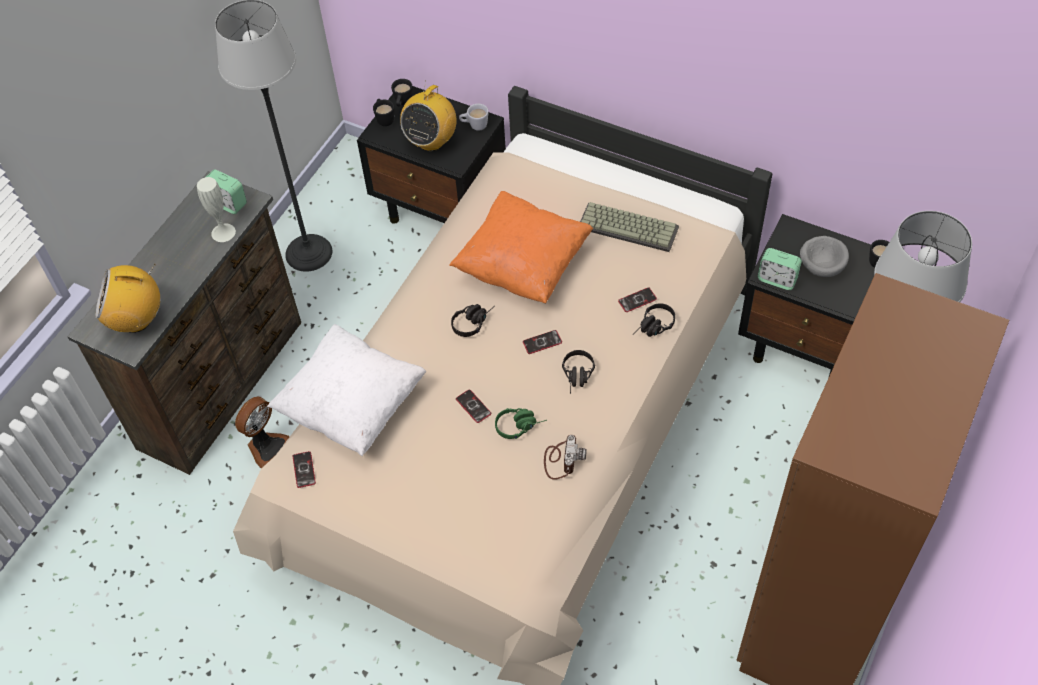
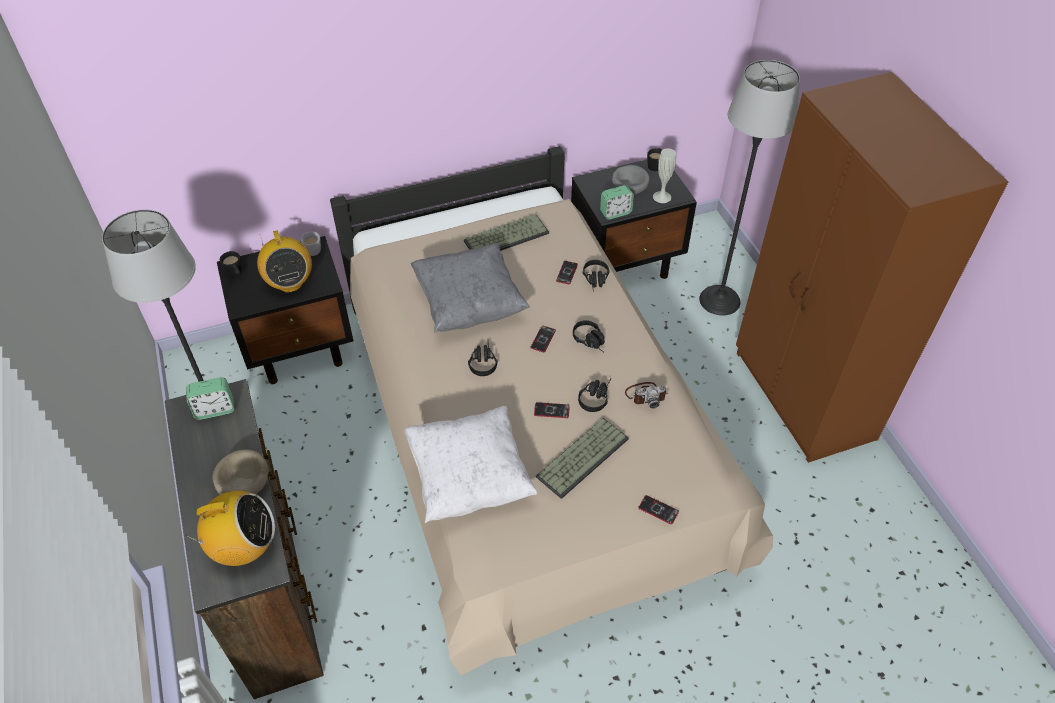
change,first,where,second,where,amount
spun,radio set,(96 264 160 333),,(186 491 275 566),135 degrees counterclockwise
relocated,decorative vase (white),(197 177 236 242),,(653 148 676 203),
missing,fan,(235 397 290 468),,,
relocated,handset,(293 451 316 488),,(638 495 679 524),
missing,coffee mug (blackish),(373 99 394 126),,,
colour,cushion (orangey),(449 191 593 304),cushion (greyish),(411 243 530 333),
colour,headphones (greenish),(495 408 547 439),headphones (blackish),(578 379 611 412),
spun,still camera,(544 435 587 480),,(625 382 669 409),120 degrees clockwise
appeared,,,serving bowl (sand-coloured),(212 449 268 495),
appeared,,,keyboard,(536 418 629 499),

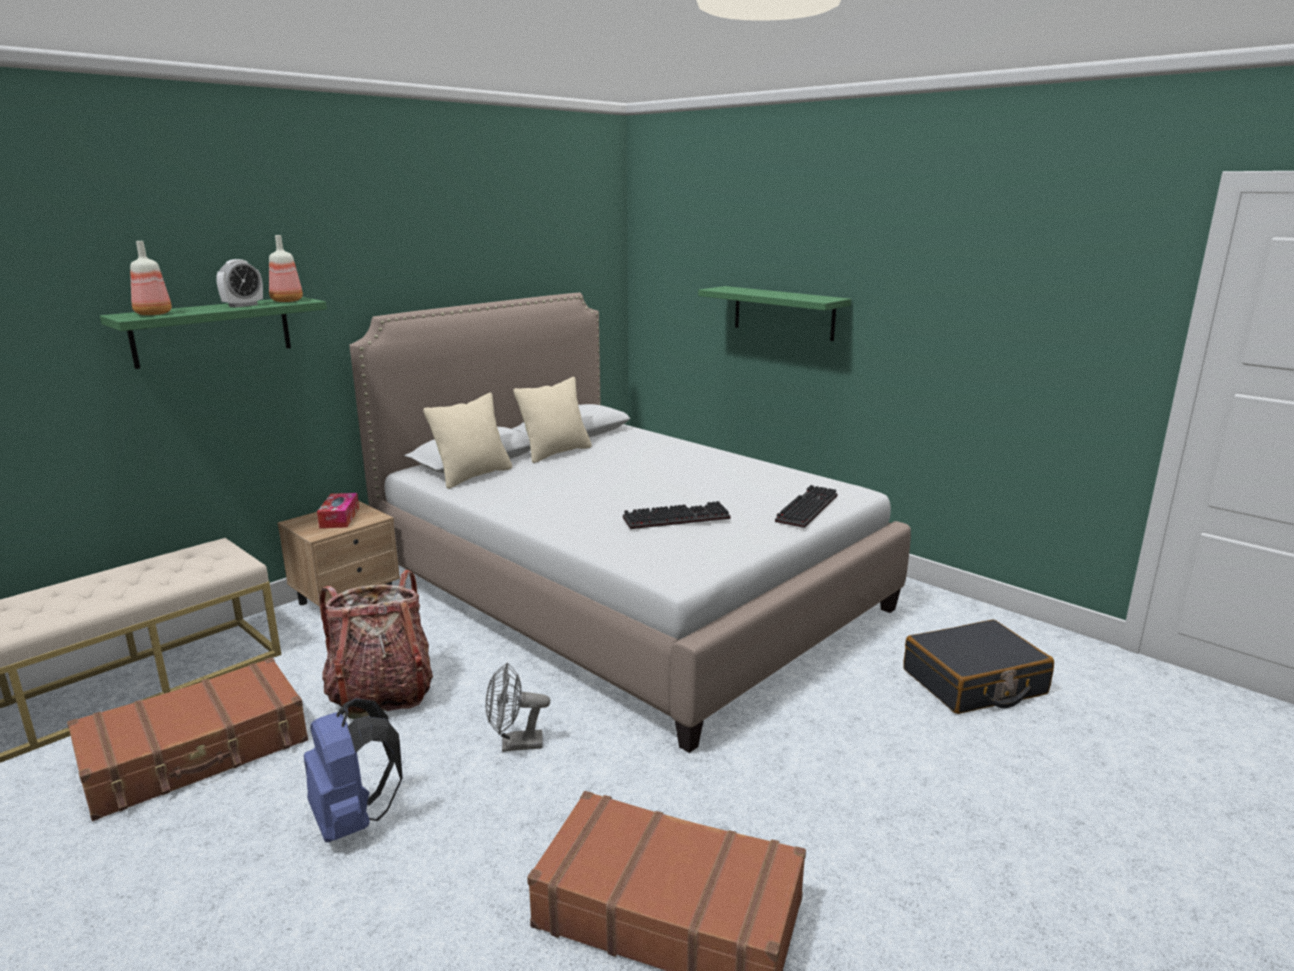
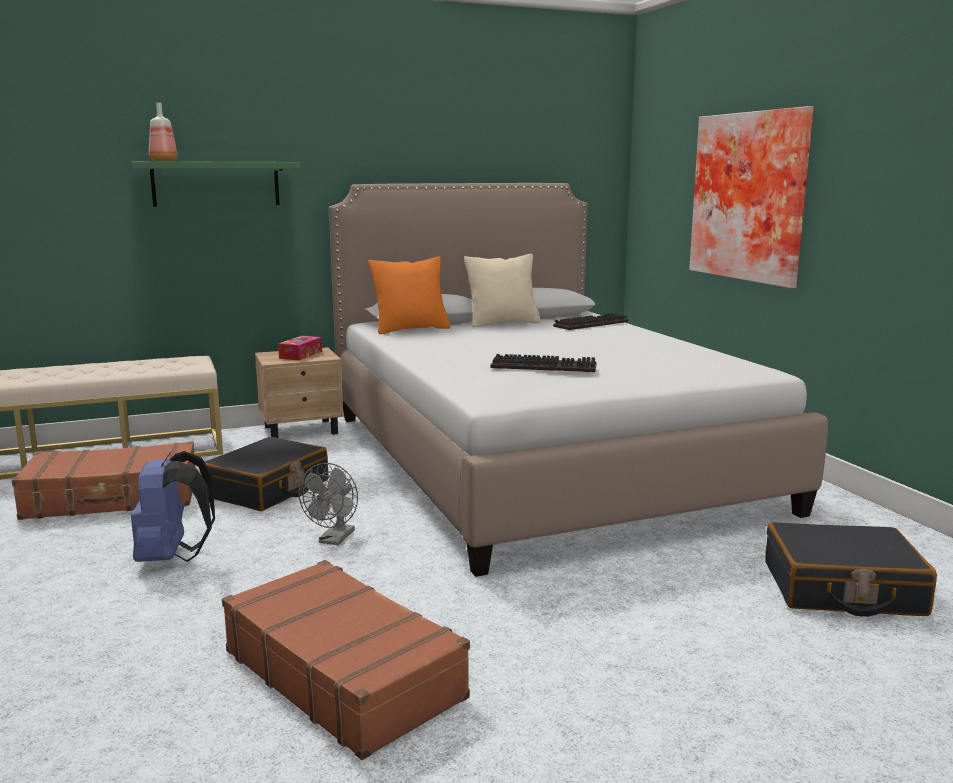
change,first,where,second,where,amount
missing,alarm clock,(216 259 263 308),,,
missing,beverage bottle,(269 235 303 302),,,
exchanged,backpack,(319 570 433 719),suitcase (blackish),(200 437 328 511),
colour,cushion (sand-coloured),(423 393 512 489),cushion (orangey),(368 256 450 334),
spun,fan (greyish),(485 662 550 752),,(299 463 358 545),90 degrees counterclockwise
exchanged,shelf (greenish),(698 286 851 341),wall picture,(689 106 814 288),
relocated,keyboard,(775 485 838 528),,(553 313 628 330),

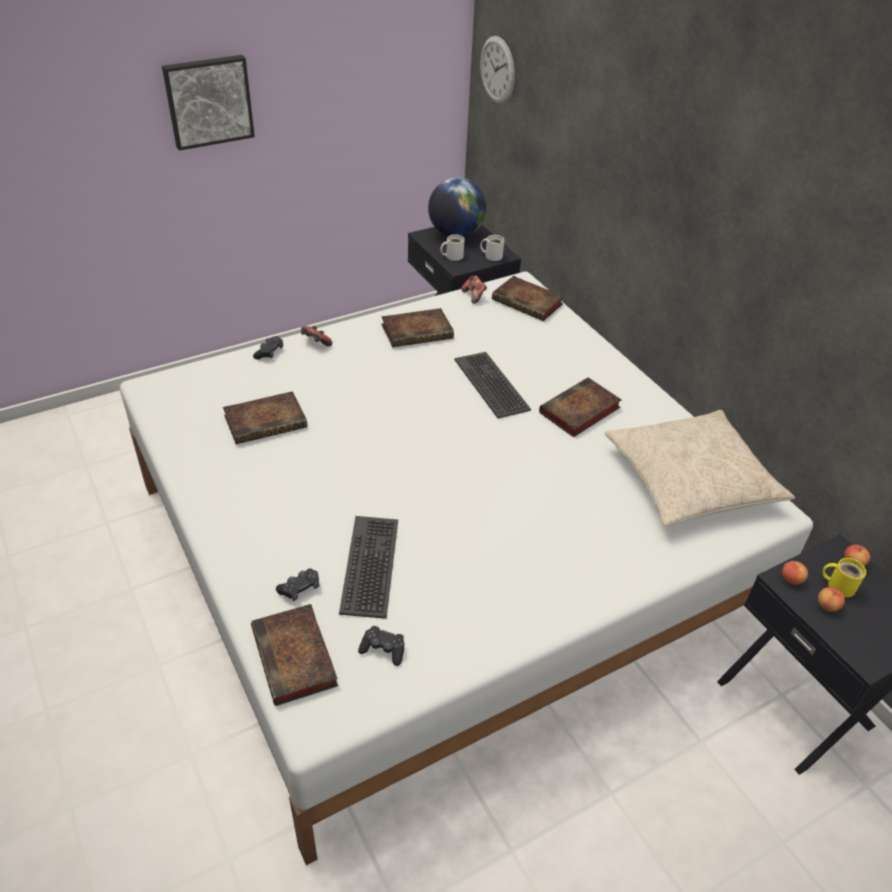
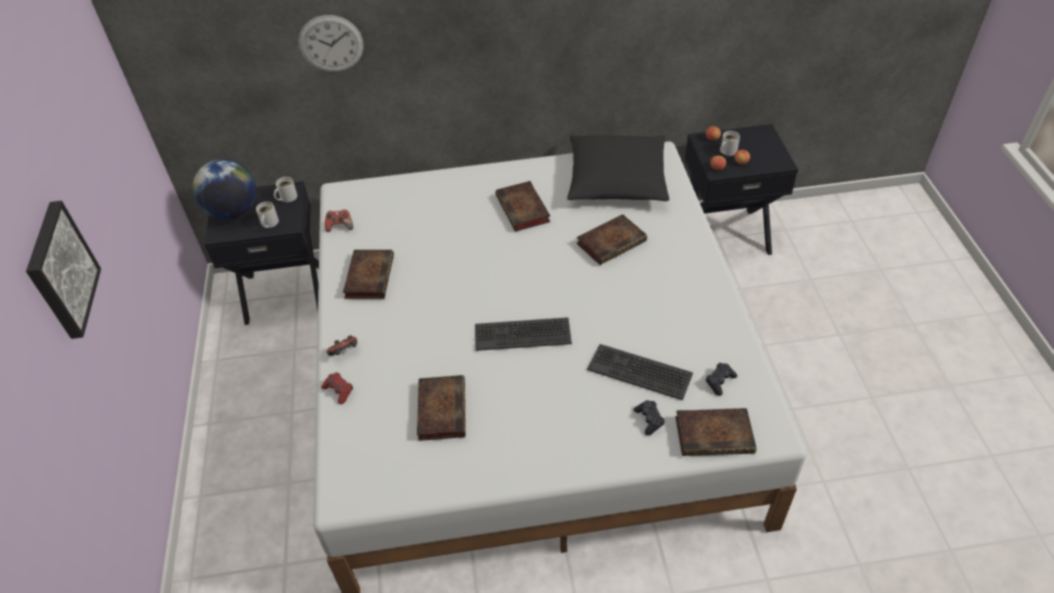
change,first,where,second,where,amount
colour,joypad (blackish),(253 336 283 359),joypad (reddish),(321 372 353 404),
relocated,keyboard,(454 352 531 419),,(475 317 572 351),
relocated,clock on the wall,(480 36 515 104),,(298 15 364 72),
relocated,book,(492 276 564 321),,(576 214 647 265),
colour,cushion (sand-coloured),(605 410 795 526),cushion (blackish),(567 135 669 201),
colour,coffee mug (yellow),(822 558 866 598),coffee mug (white),(720 131 740 156),

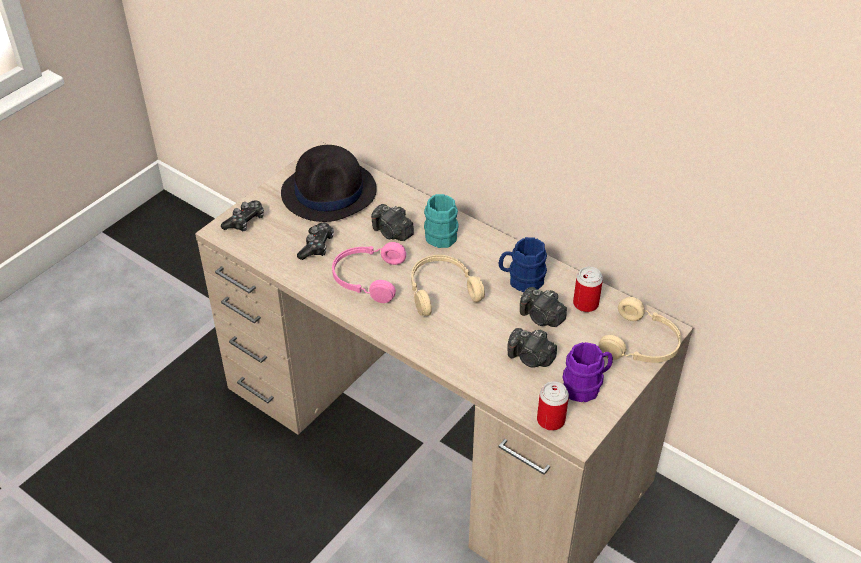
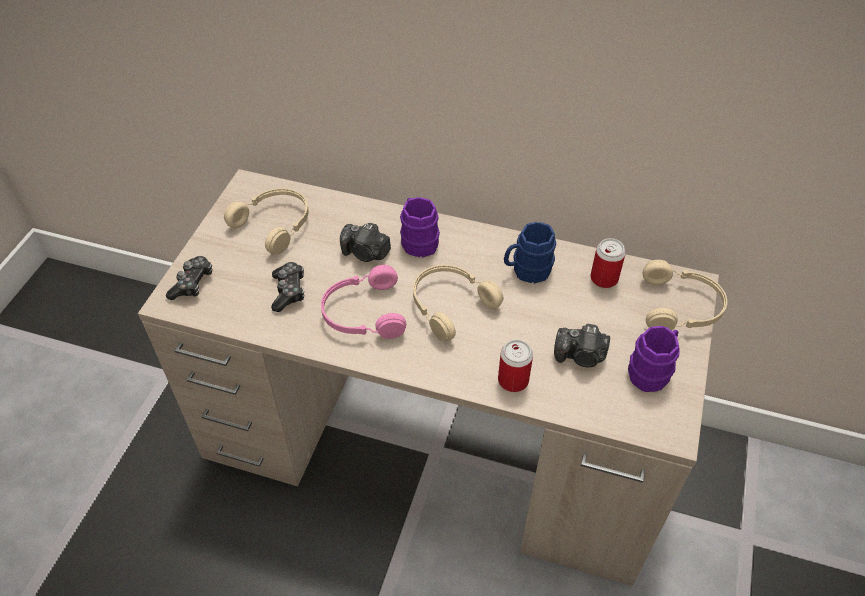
change,first,where,second,where,amount
exchanged,hat (blackish),(281 145 377 222),headphones (sand-coloured),(224 188 309 254),
colour,coffee mug (turquoise),(424 194 459 248),coffee mug (purple),(400 197 440 257),
missing,still camera,(520 287 567 327),,,
relocated,can,(537 381 569 431),,(498 339 533 392),

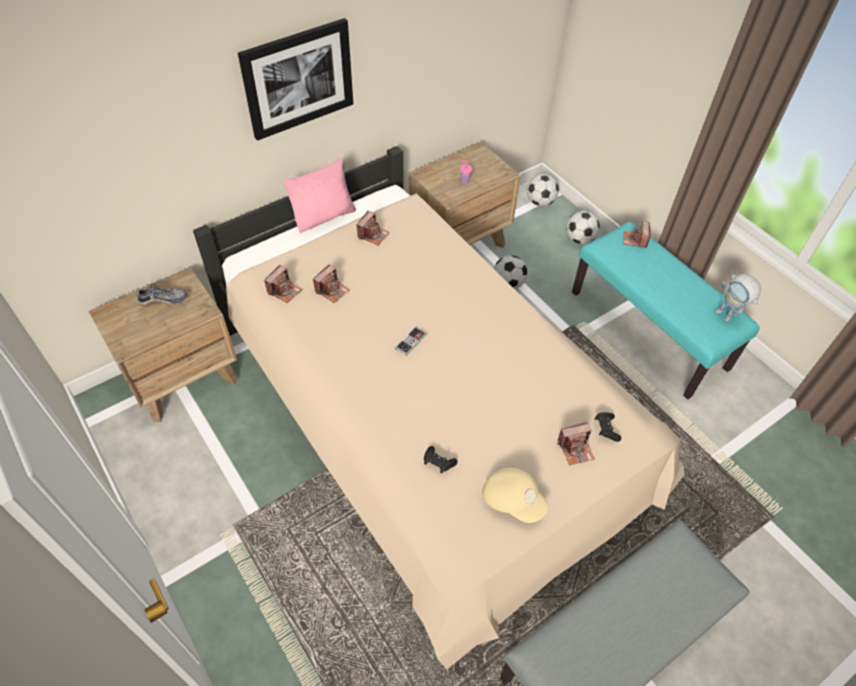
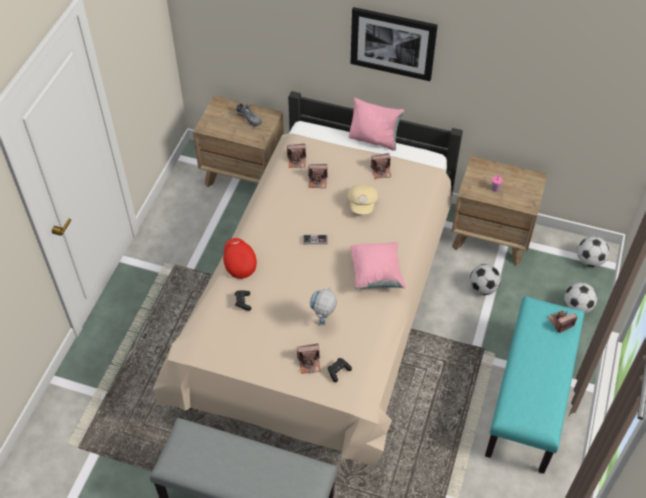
change,first,where,second,where,amount
relocated,peaked cap (sand-coloured),(482 468 548 523),,(347 184 378 214),
spun,still camera,(557 421 595 465),,(297 343 321 374),45 degrees counterclockwise
relocated,toy robot,(715 274 761 321),,(310 287 337 325),
appeared,,,peaked cap (reddish),(223 238 257 279),
appeared,,,cushion (pink-coloured),(350 242 406 289),

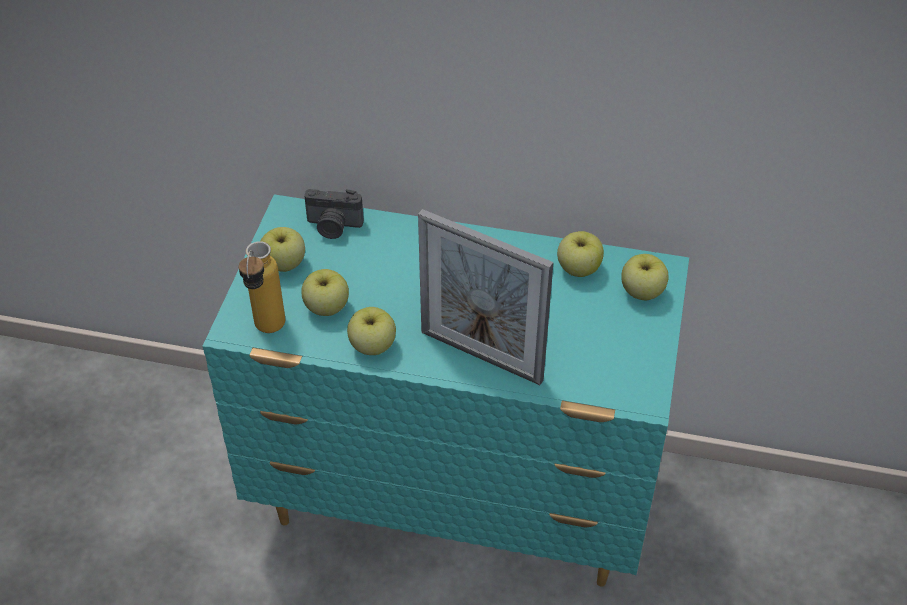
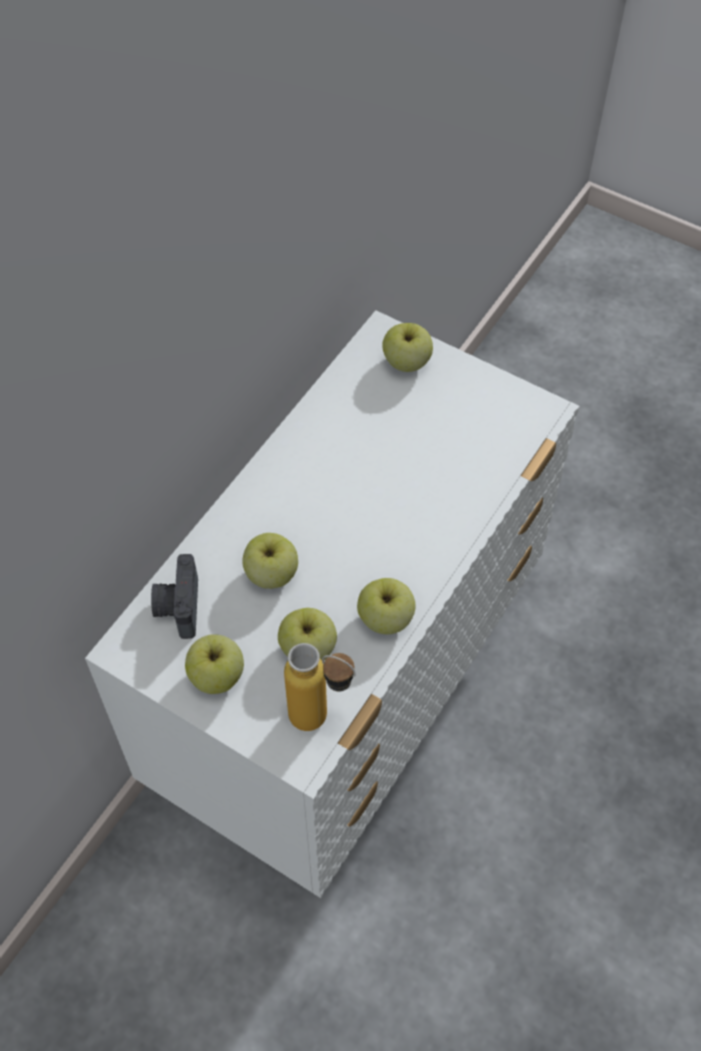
change,first,where,second,where,amount
colour,dresser (turquoise),(203 194 689 587),dresser (white),(85 310 580 898),
spun,still camera,(304 189 364 239),,(151 554 198 639),150 degrees clockwise
missing,picture frame,(418 209 554 385),,,
relocated,apple fruit,(557 231 604 277),,(242 533 298 589),

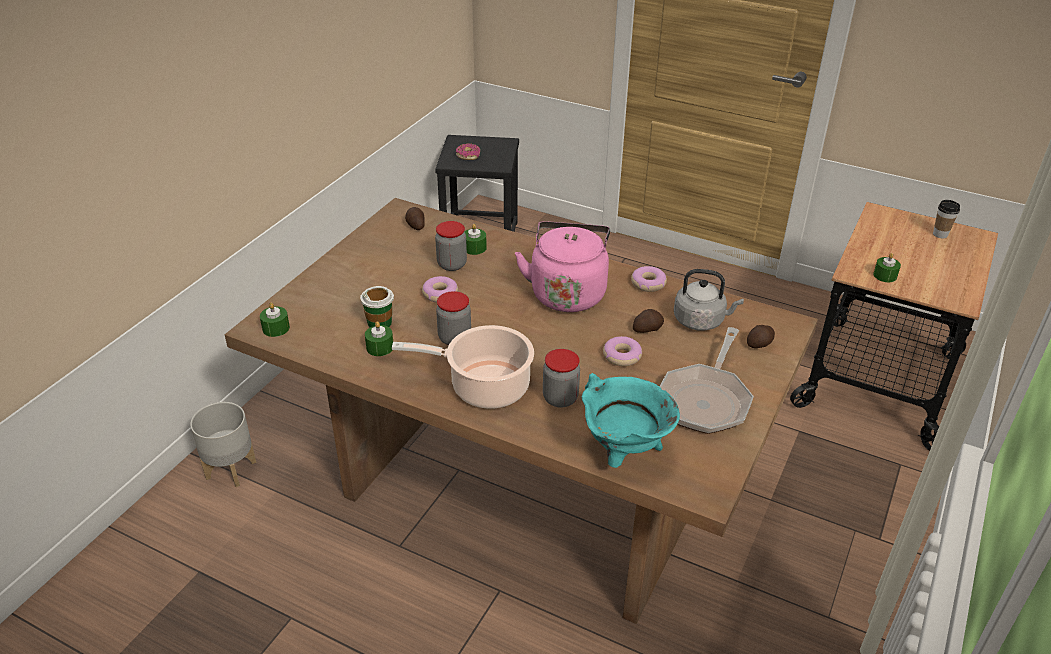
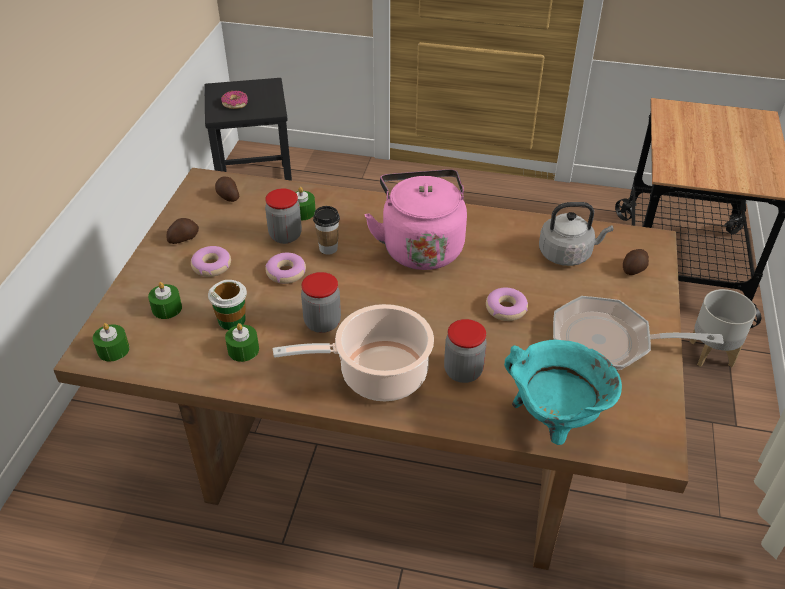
change,first,where,second,where,amount
relocated,plant pot (greyish),(190 402 257 487),,(690 289 756 367),
relocated,doughnut,(631 266 667 292),,(191 246 231 277),
relocated,potato,(633 309 664 333),,(167 218 199 244),
spun,pan,(660 327 754 434),,(553 296 723 371),90 degrees clockwise
relocated,wax candle (greenish),(873 253 901 282),,(148 282 182 319),
relocated,drinking cup,(933 200 960 238),,(313 206 340 255),

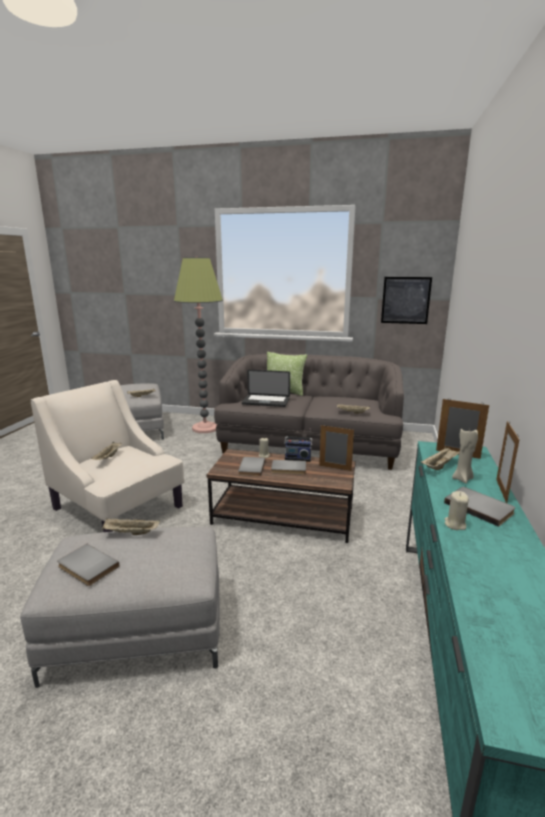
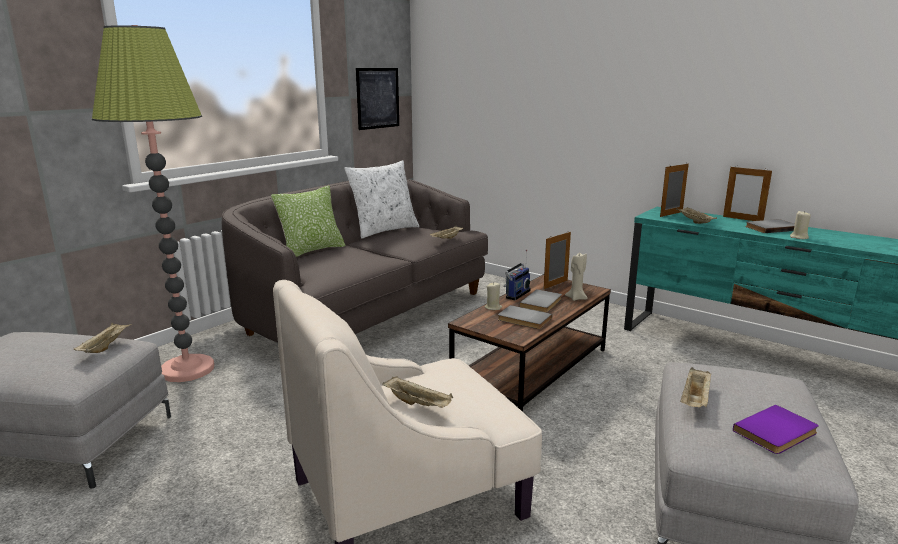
change,first,where,second,where,amount
colour,book (greyish),(57 544 120 586),book (purple),(733 405 819 454),
missing,laptop,(242 370 290 407),,,
relocated,wax candle (sand-coloured),(452 429 478 484),,(565 253 588 301),
appeared,,,cushion (white),(344 160 420 238),

